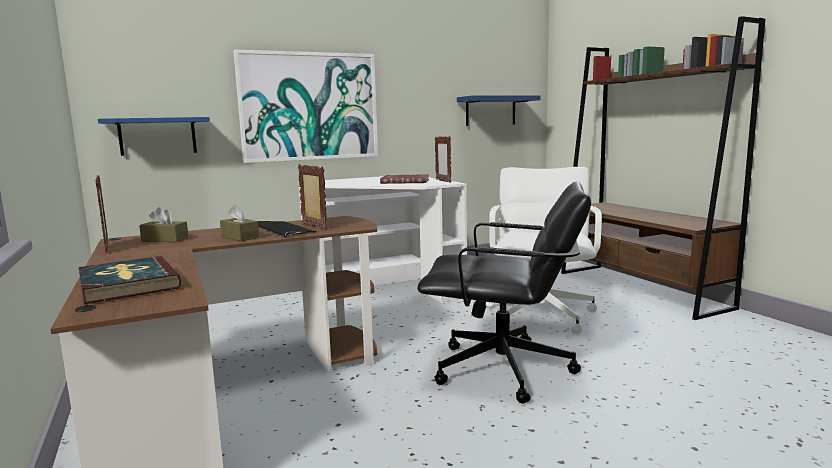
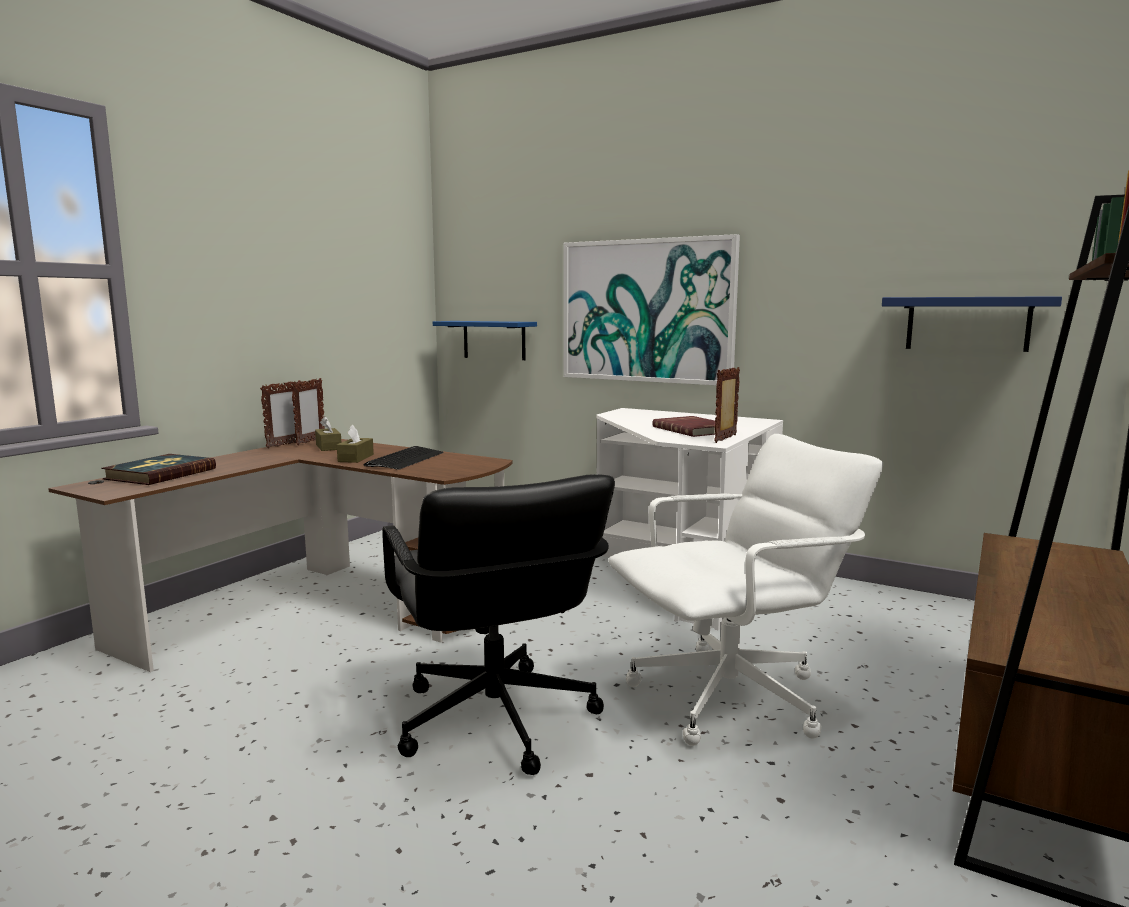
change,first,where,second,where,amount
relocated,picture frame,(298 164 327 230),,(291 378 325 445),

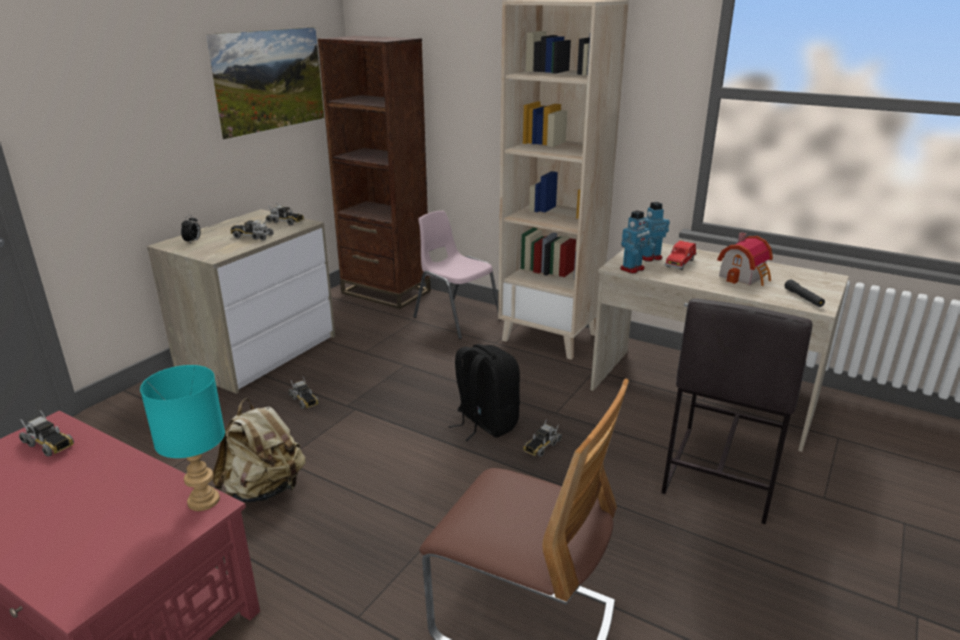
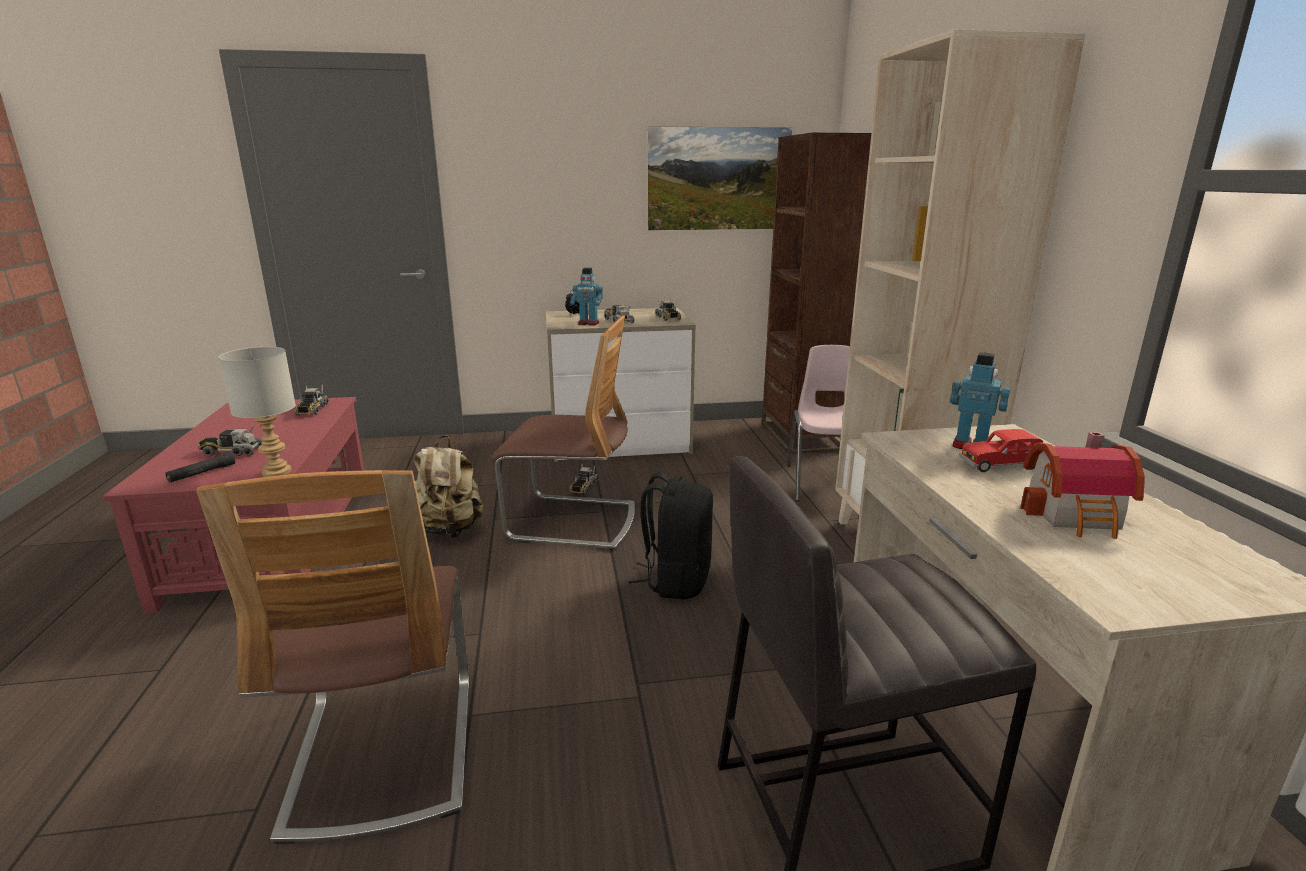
change,first,where,second,where,amount
colour,tabletop lamp (turquoise),(140 365 225 511),tabletop lamp (greyish),(218 347 296 477),
relocated,toy lorry,(523 419 562 457),,(198 426 263 456),
relocated,toy robot,(620 210 656 274),,(570 268 603 325),
relocated,flashlight (blackish),(785 280 825 307),,(165 452 235 483),
appeared,,,chair,(492 315 635 550),

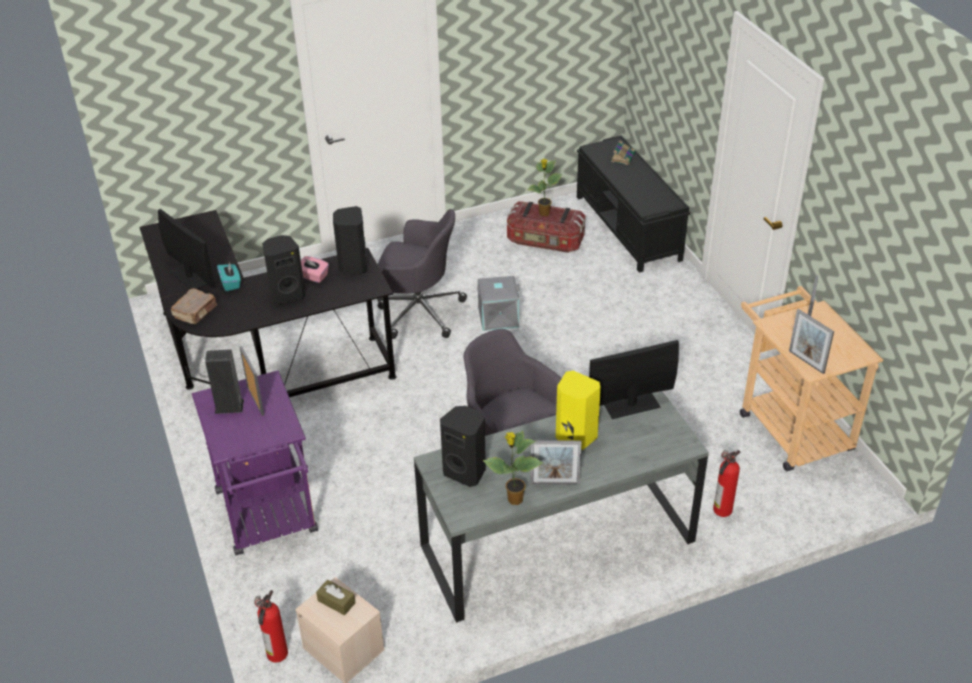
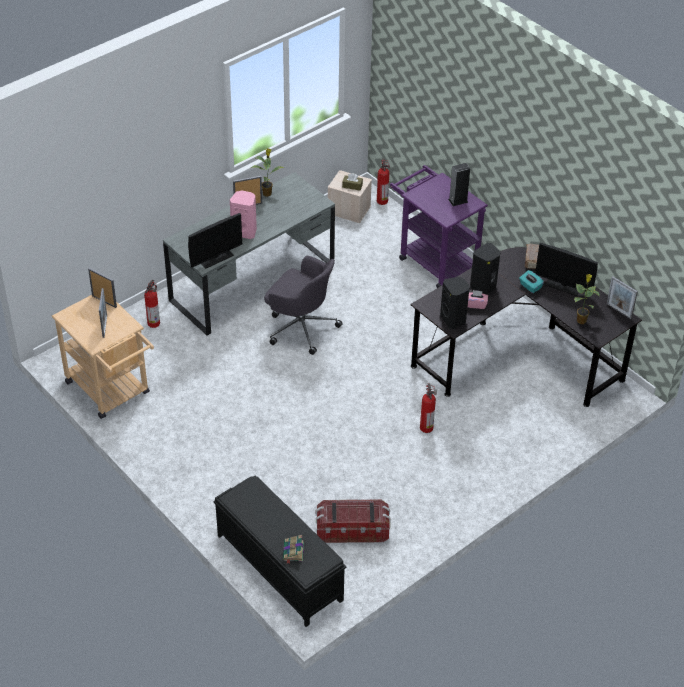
change,first,where,second,where,amount
relocated,picture frame,(239 346 264 416),,(606 276 638 319),
exchanged,desk chair (greyish),(377 209 467 339),fire-fighting cylinder,(420 384 437 433),
missing,speaker (blackish),(440 406 486 487),,,
missing,storage bin (greyish),(477 276 520 331),,,
relocated,potted plant,(527 159 562 216),,(574 274 599 324),
colour,speaker (yellow),(556 371 601 450),speaker (pink-coloured),(230 191 257 239),

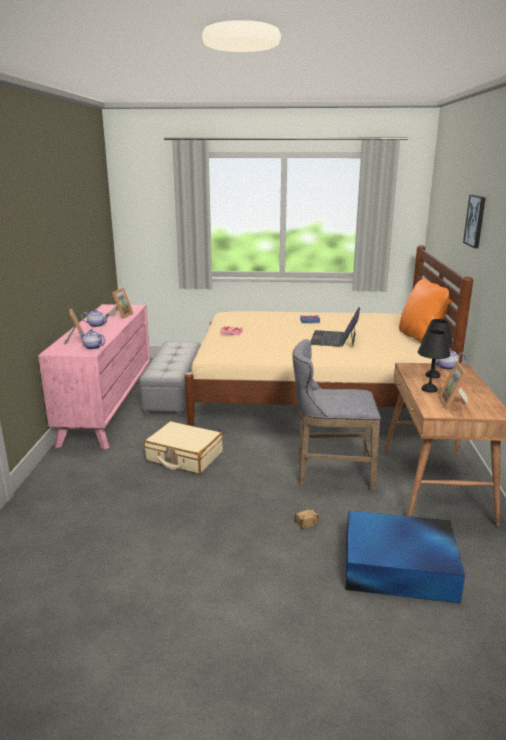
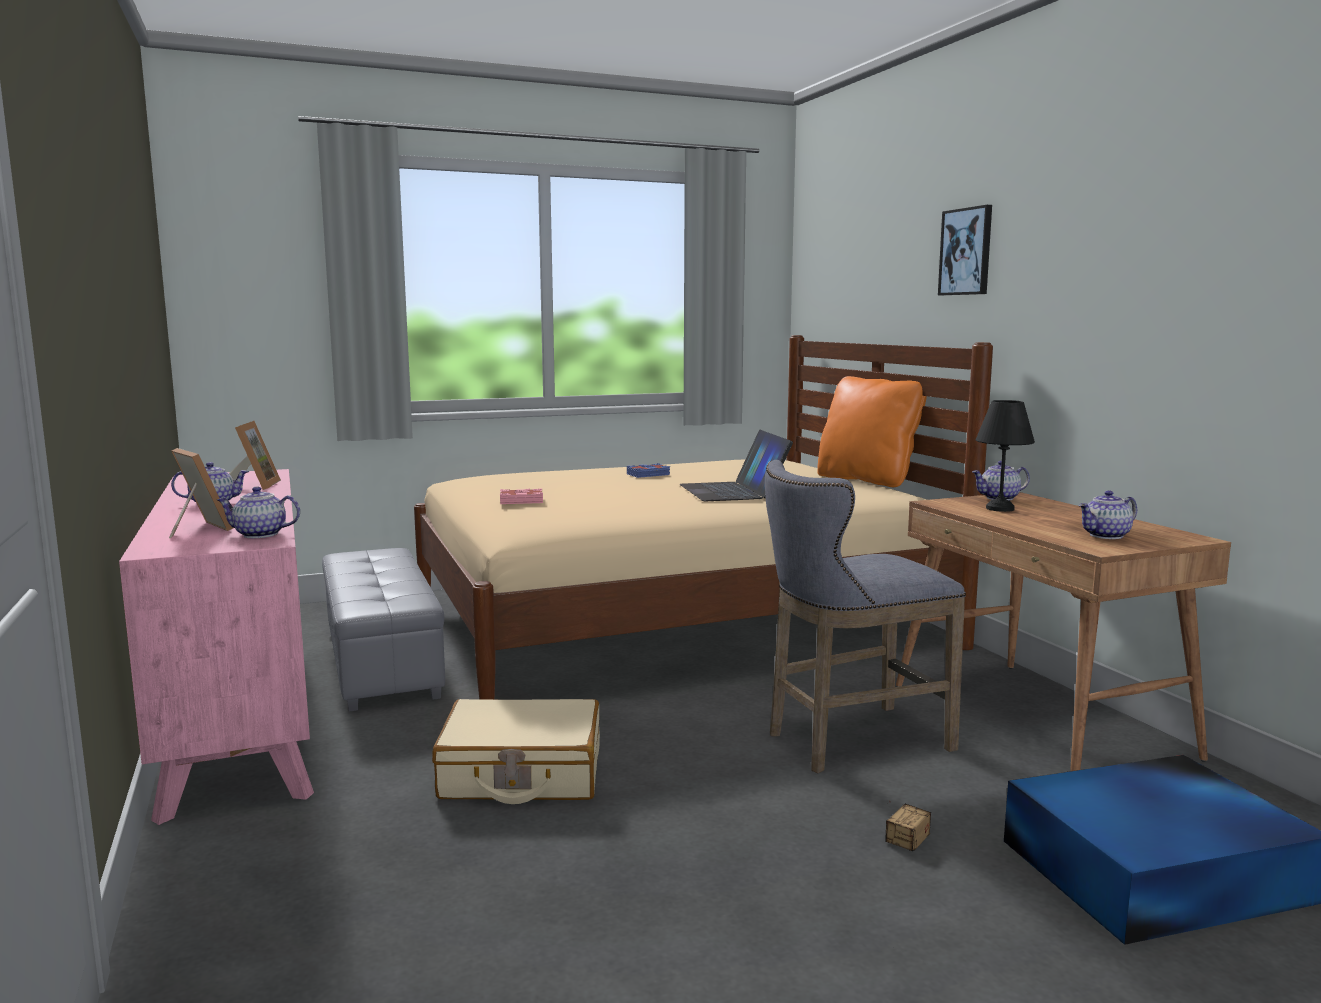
change,first,where,second,where,amount
missing,tabletop lamp (blackish),(418 330 450 393),,,
exchanged,picture frame,(438 362 468 410),pot for tea,(1078 491 1137 539),

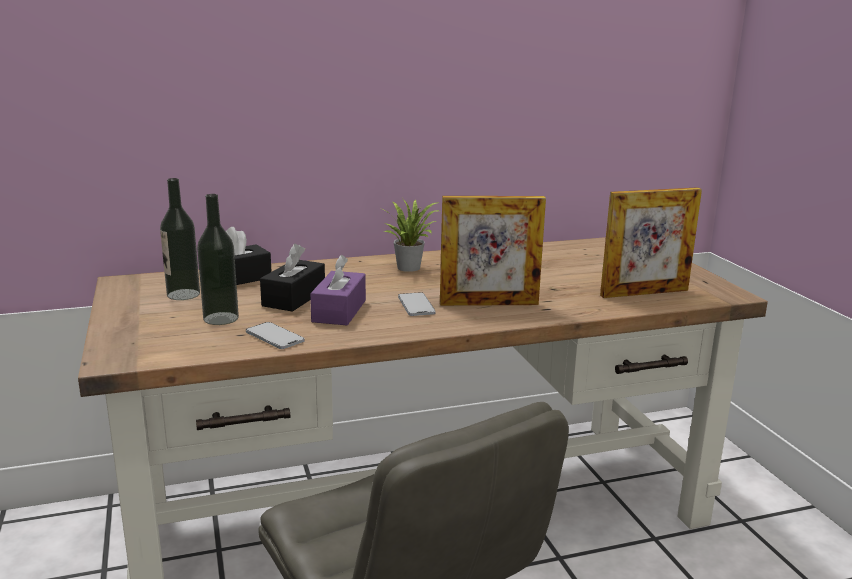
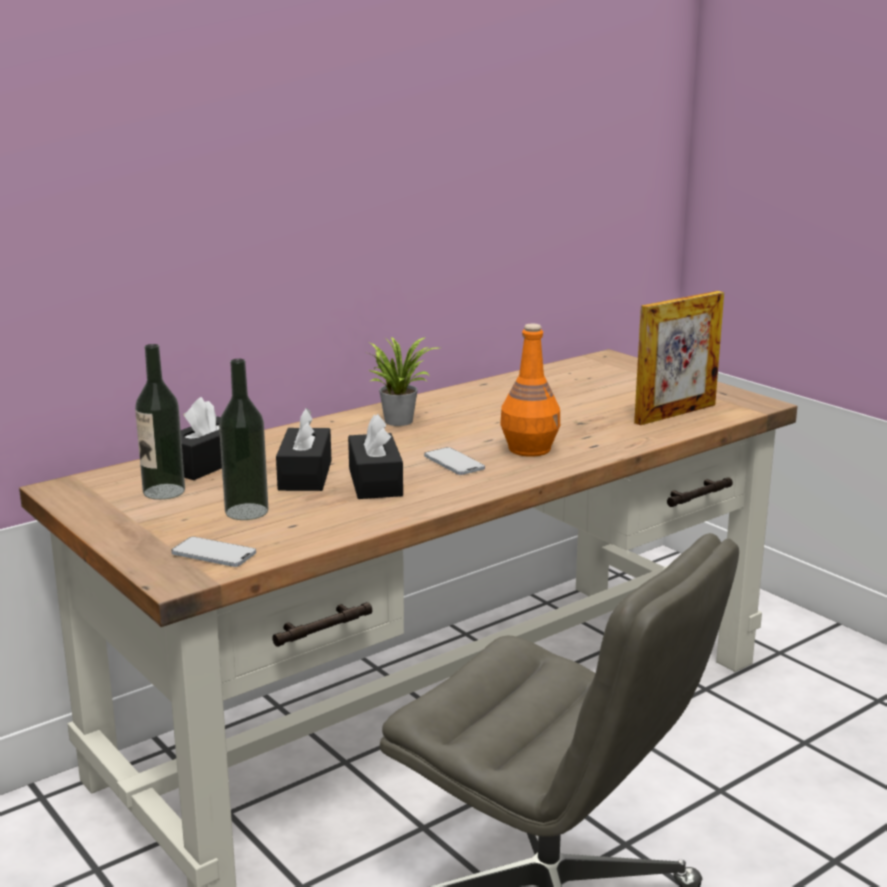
change,first,where,second,where,amount
relocated,handset,(246 322 305 349),,(171 537 256 567),
colour,tissue box (purple),(310 255 366 325),tissue box (blackish),(348 414 403 499),
exchanged,picture frame,(440 196 546 306),beverage bottle (orangey),(500 324 560 457),

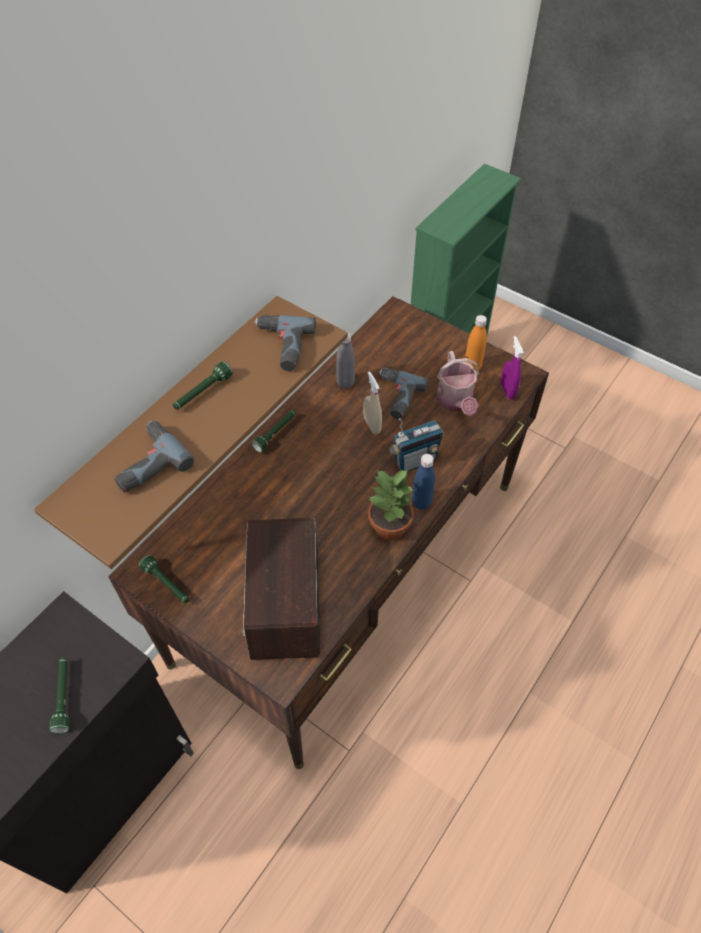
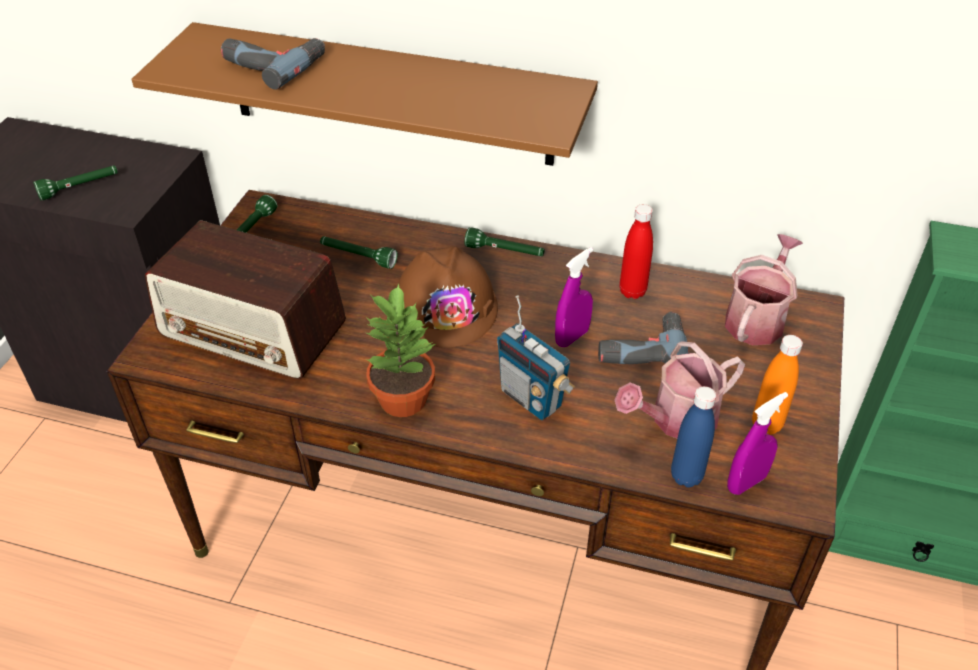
change,first,where,second,where,amount
relocated,flashlight (greenish),(173 361 233 410),,(320 236 398 269),
spun,radio set,(243 518 320 660),,(145 221 346 379),135 degrees counterclockwise
missing,electric drill,(254 315 316 371),,,
colour,beverage bottle (greyish),(336 331 355 389),beverage bottle (reddish),(619 204 653 299),
colour,spray bottle (sand-coloured),(364 371 382 434),spray bottle (purple),(555 247 593 347),
relocated,beverage bottle (blue),(412 454 435 510),,(671 386 717 488),
appeared,,,work helmet (brown),(398 246 498 348),
appeared,,,watering pot,(725 234 803 345),

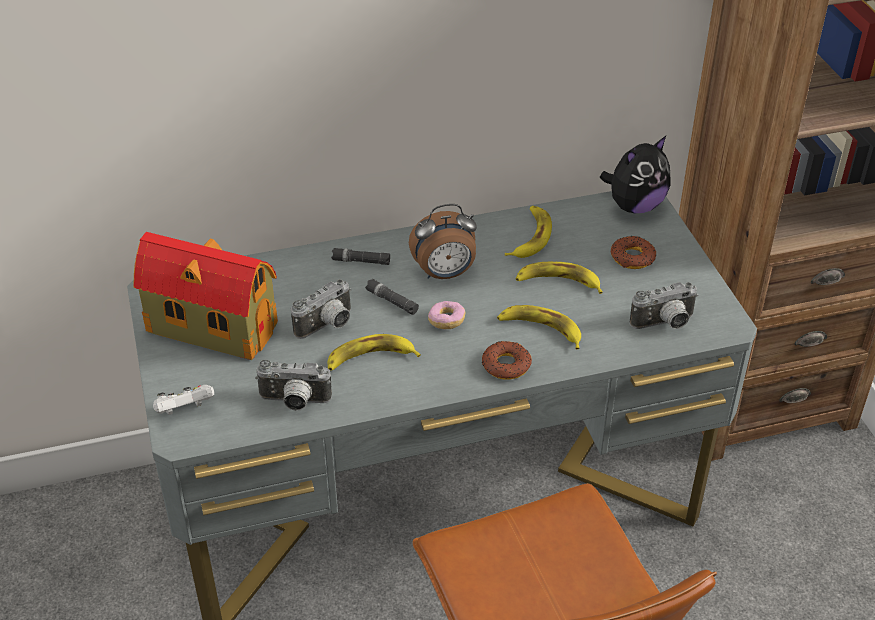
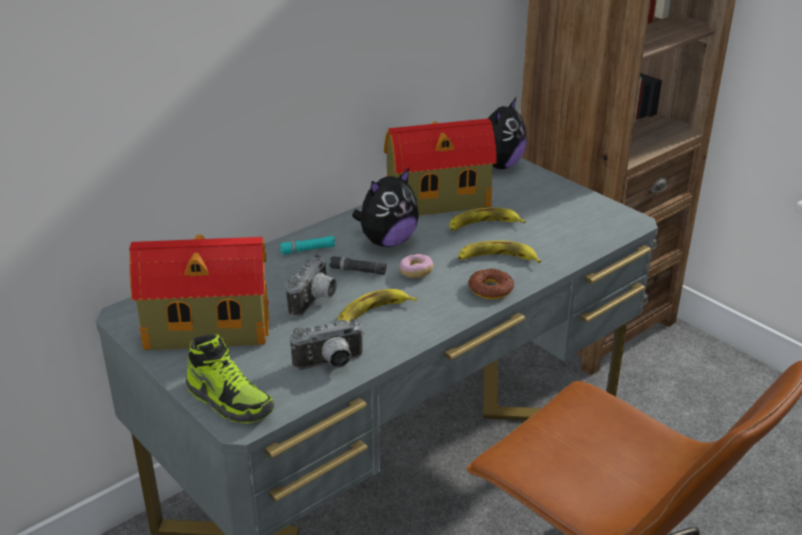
change,first,where,second,where,amount
exchanged,joypad (white),(153 385 214 415),shoe,(186 334 274 424),
colour,flashlight (blackish),(331 248 390 265),flashlight (turquoise),(280 236 335 255),
exchanged,alarm clock,(409 204 477 279),cuddly toy,(352 168 419 247),
exchanged,banana fruit,(505 206 552 258),model house,(384 118 497 216),
missing,doughnut,(611 236 656 269),,,
missing,still camera,(630 282 698 329),,,

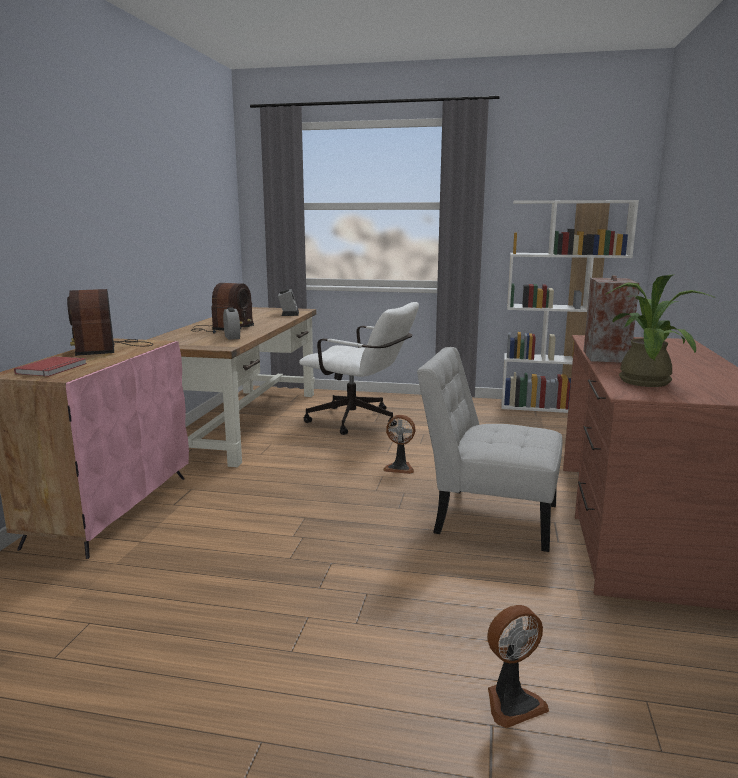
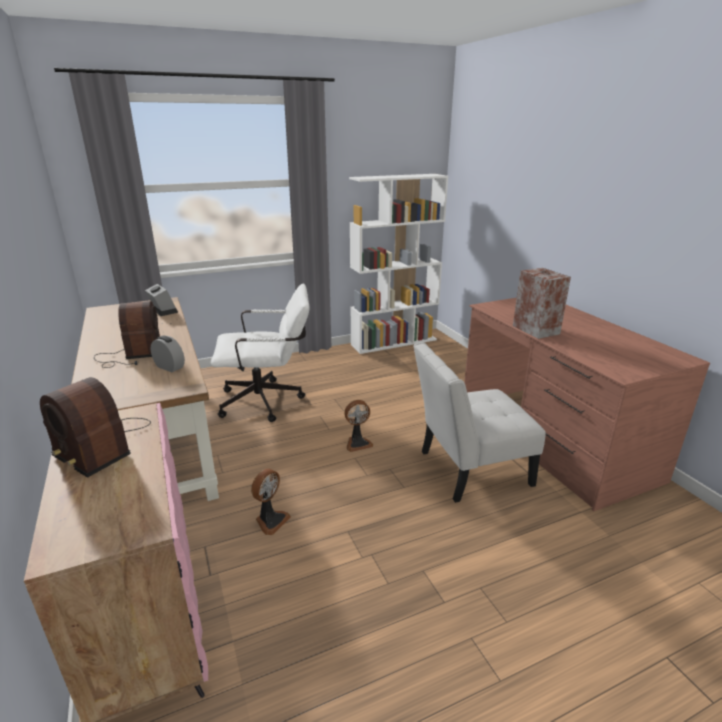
change,first,where,second,where,amount
missing,book (reddish),(14 356 87 377),,,
relocated,fan,(487 605 549 728),,(251 469 291 535),
missing,potted plant,(605 275 716 387),,,

